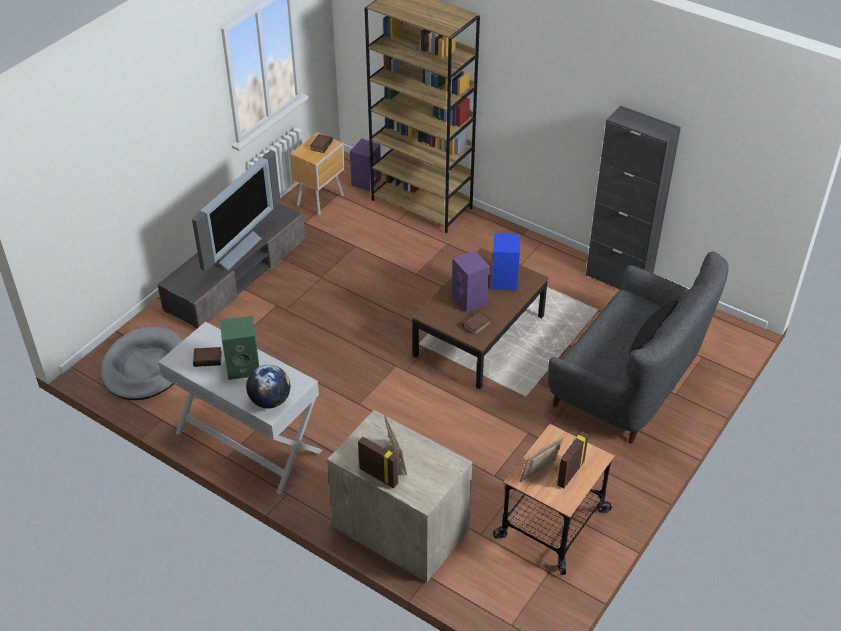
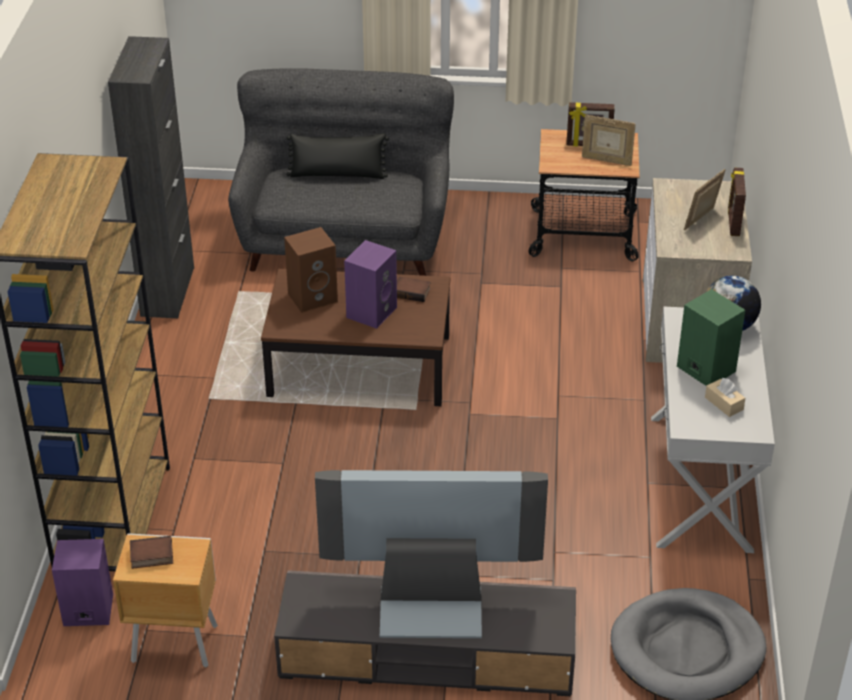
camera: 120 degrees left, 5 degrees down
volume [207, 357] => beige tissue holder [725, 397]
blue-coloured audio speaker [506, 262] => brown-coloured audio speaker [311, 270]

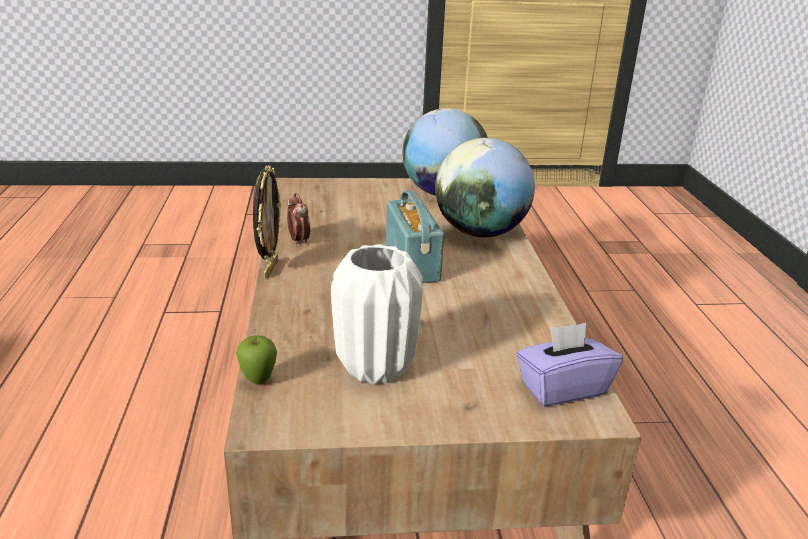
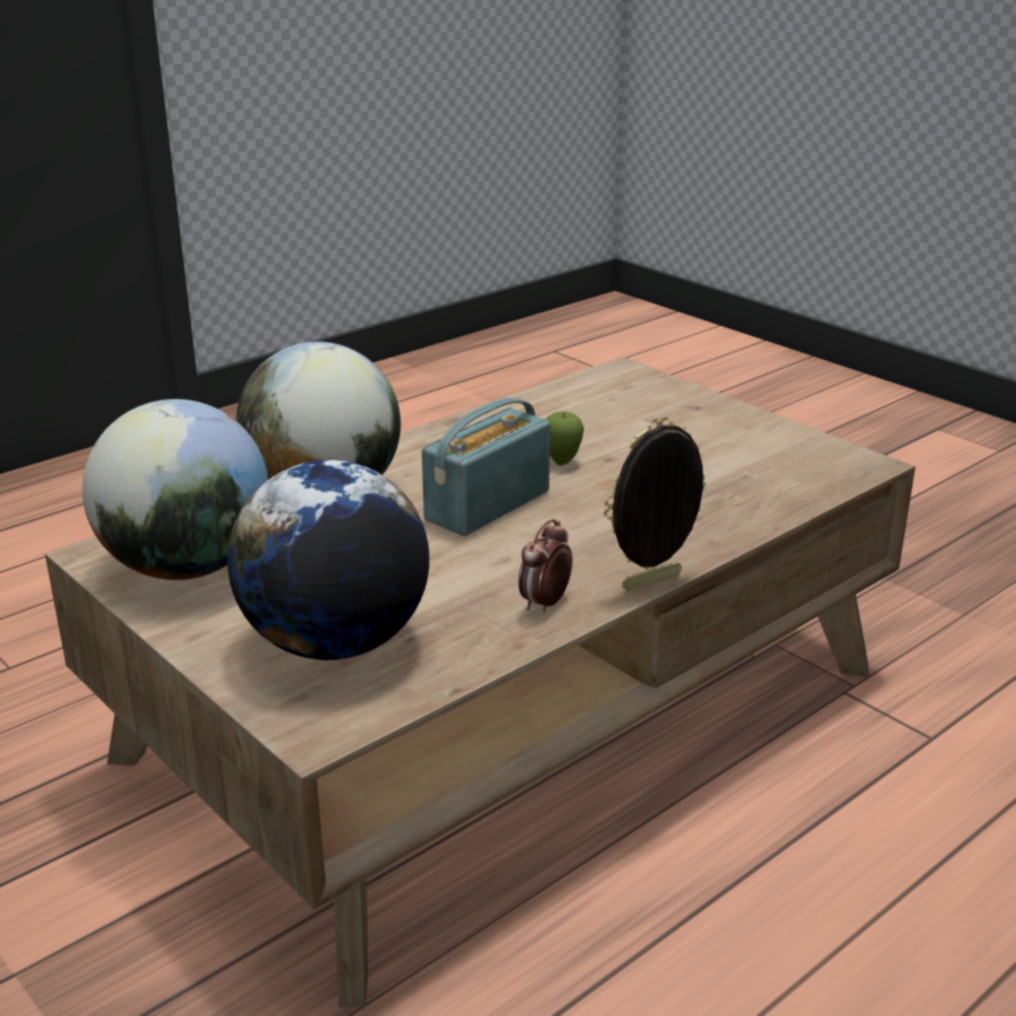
camera: 125 degrees left, 0 degrees up
apple [256, 360] => apple [565, 438], move
white decorative vase [377, 314] => nothing
purple-coloured tissue holder [569, 364] => nothing
nothing => desk globe [328, 560]

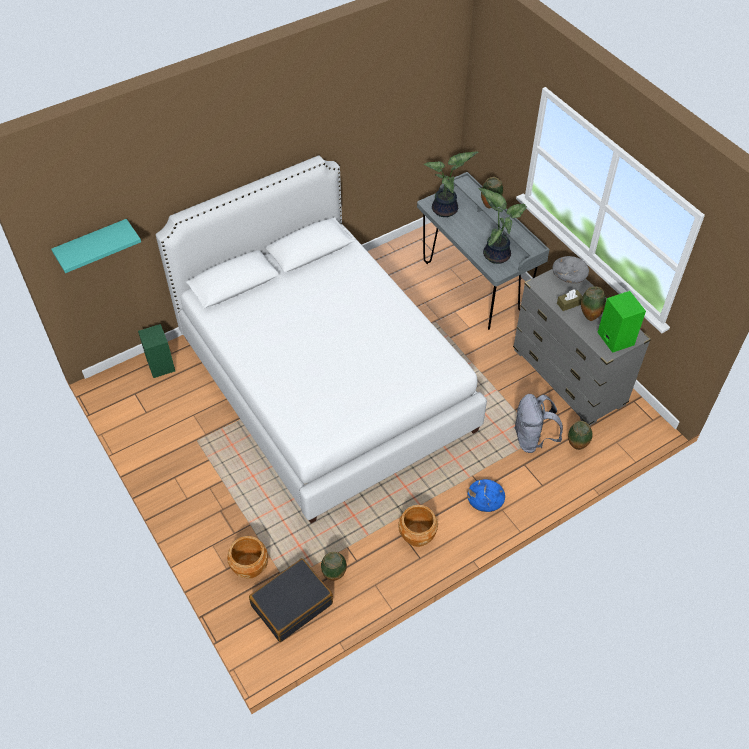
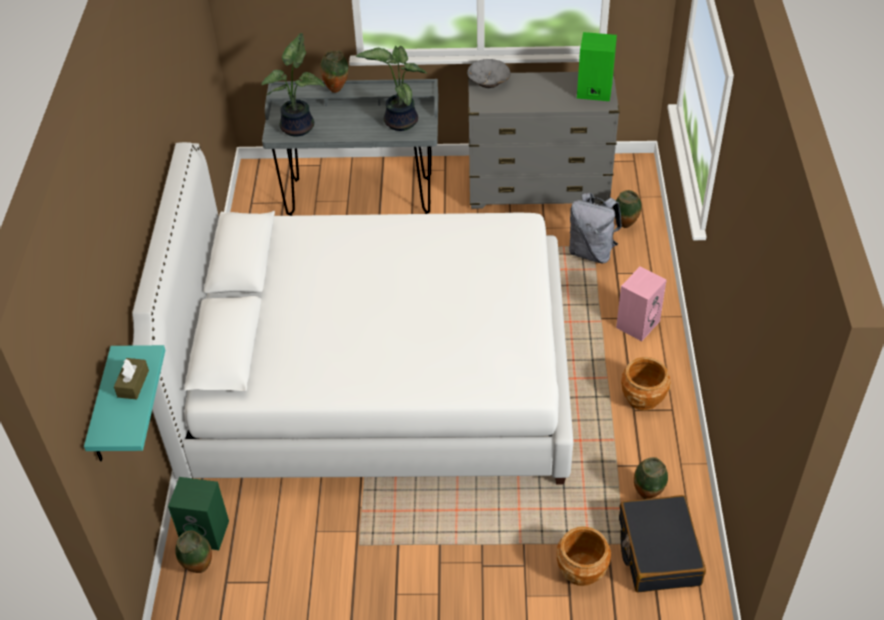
camera: 55 degrees left, 5 degrees down
blue-coloured deep dish [486, 495] => pinkish audio speaker [641, 303]
brown-coloured tissue holder [569, 300] => brown-coloured tissue holder [131, 379], move
decorative vase [593, 303] => decorative vase [193, 551], move

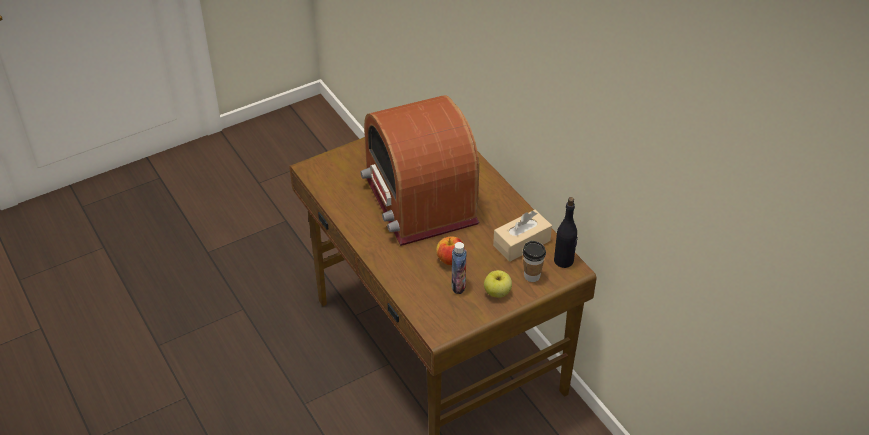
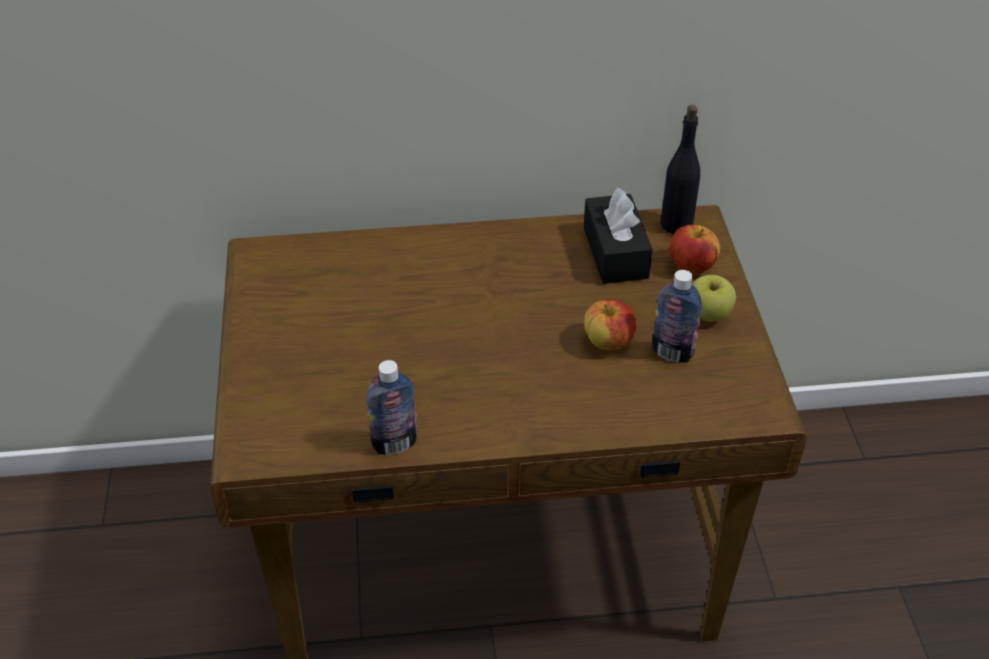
camera: 65 degrees left, 0 degrees up
radio [419, 170] => nothing
beige tissue holder [522, 236] => blackish tissue holder [618, 236]
cup [534, 261] => apple [694, 249]
nothing => bottle [392, 407]

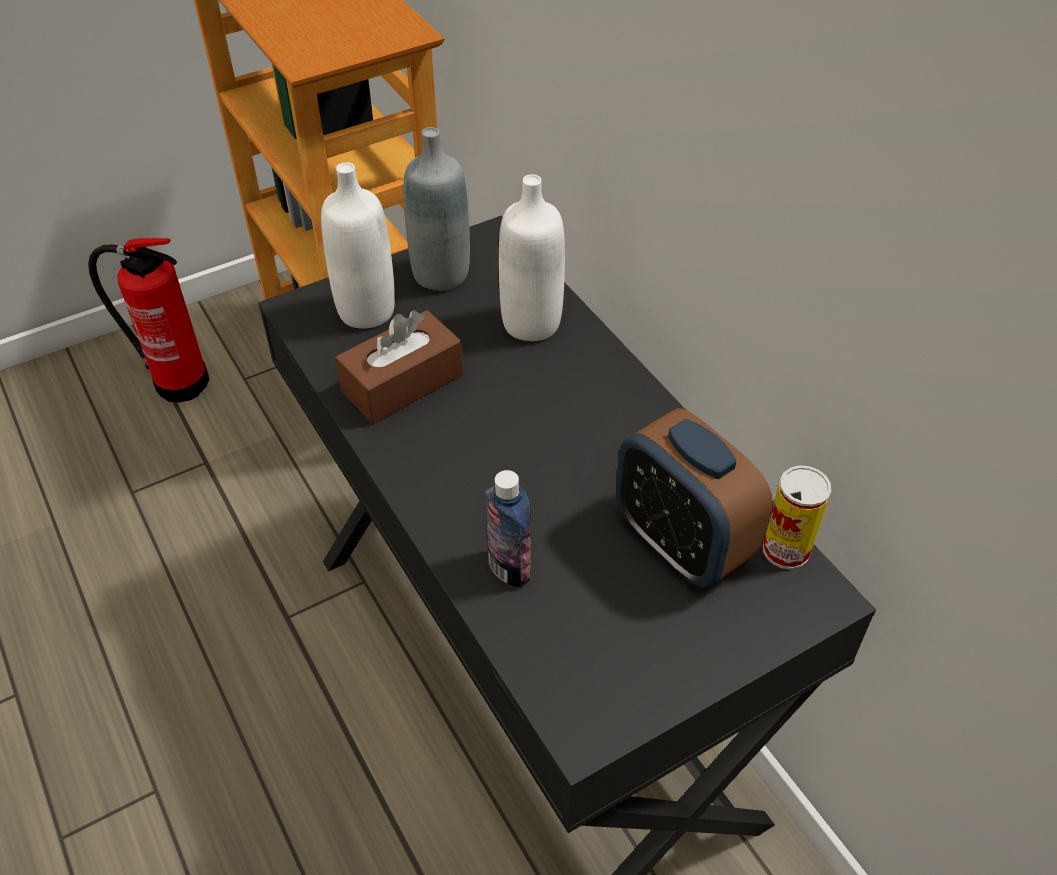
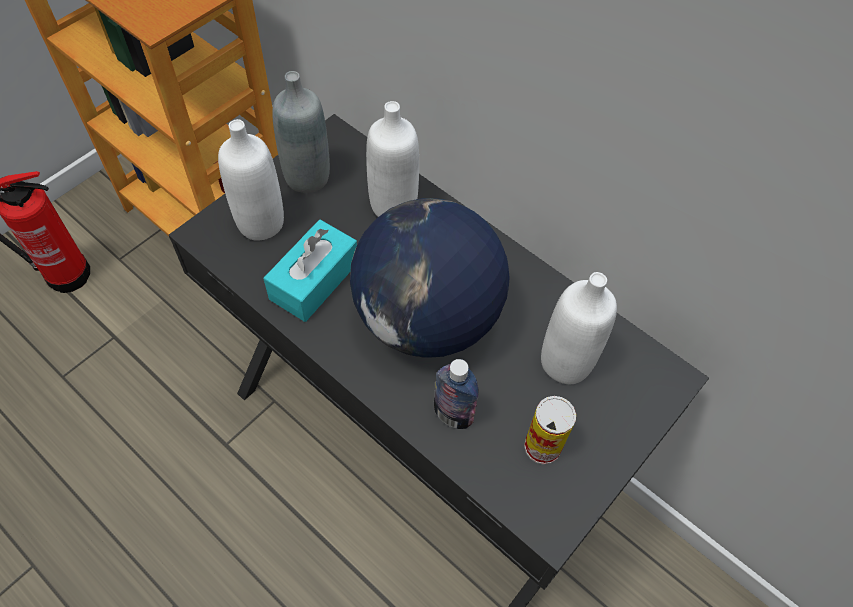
camera: 20 degrees left, 10 degrees up
brown-coloured tissue holder [399, 367] => turquoise tissue holder [310, 270]
table clock [694, 498] => white bottle [579, 328]
sealed can [797, 517] => sealed can [550, 430], move
nothing => desk globe [429, 278]

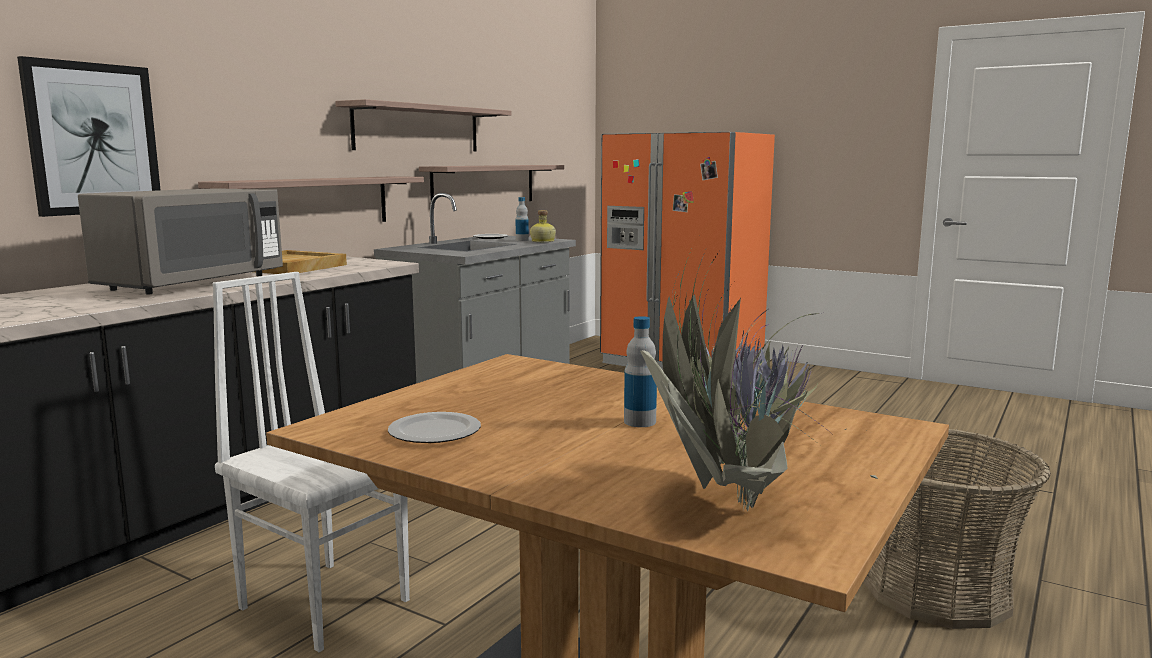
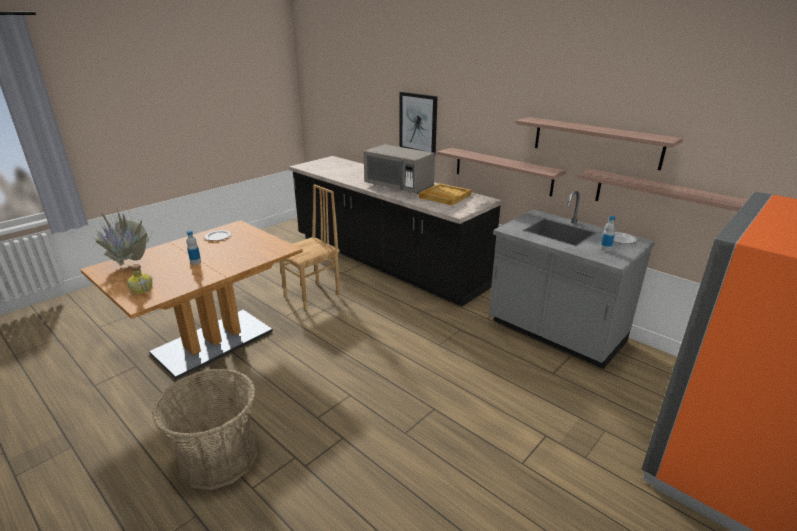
camera: 100 degrees right, 15 degrees up
white plain chair [311, 462] => brown-coloured plain chair [309, 247]
bottle [543, 226] => bottle [139, 279], move

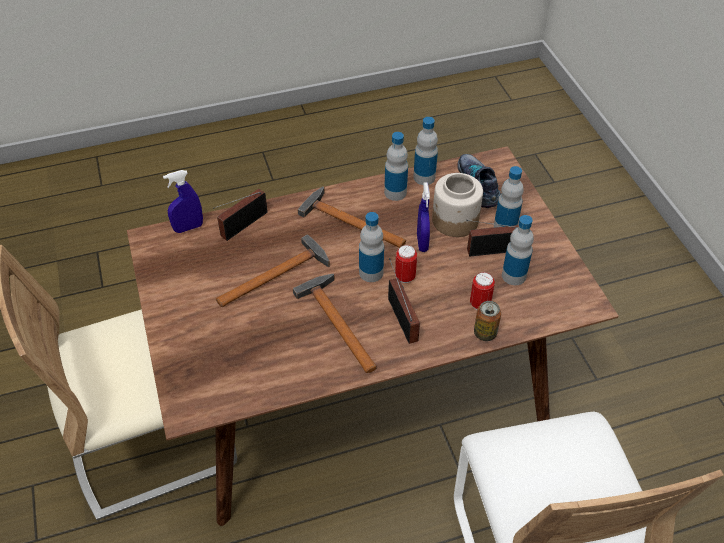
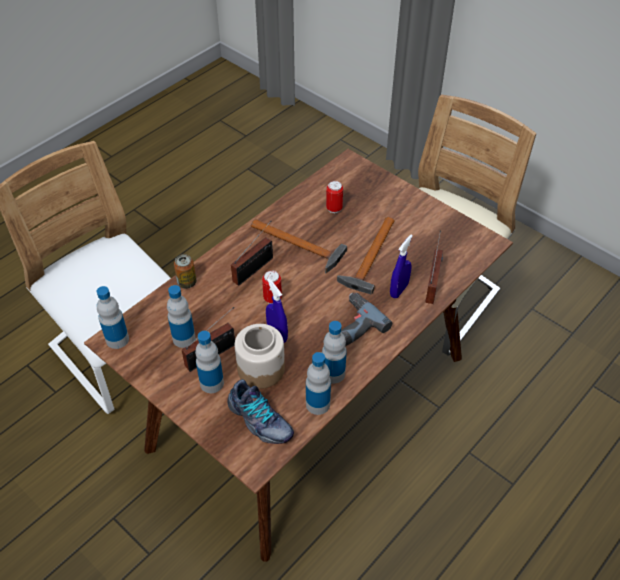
camera: 150 degrees right, 0 degrees up
blue-coloured hand sprayer [183, 201] => blue-coloured hand sprayer [401, 266], move
hand hammer [351, 217] => electric drill [366, 319]
bottle [371, 247] => bottle [113, 317], move
radio [404, 301] => radio [252, 253], 90 degrees counterclockwise
sealed can [482, 291] => sealed can [334, 197], move

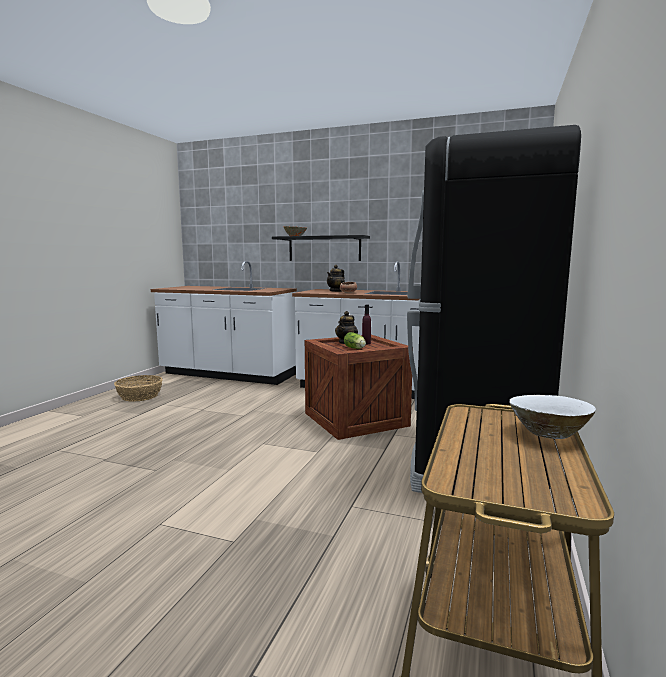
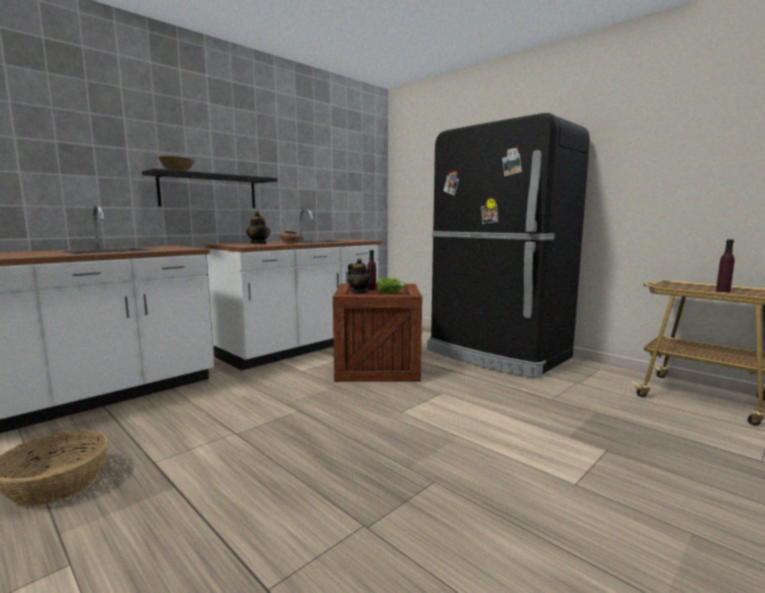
camera: 65 degrees left, 0 degrees up
white deep dish [552, 417] => nothing
nothing => purple-coloured bottle [725, 265]

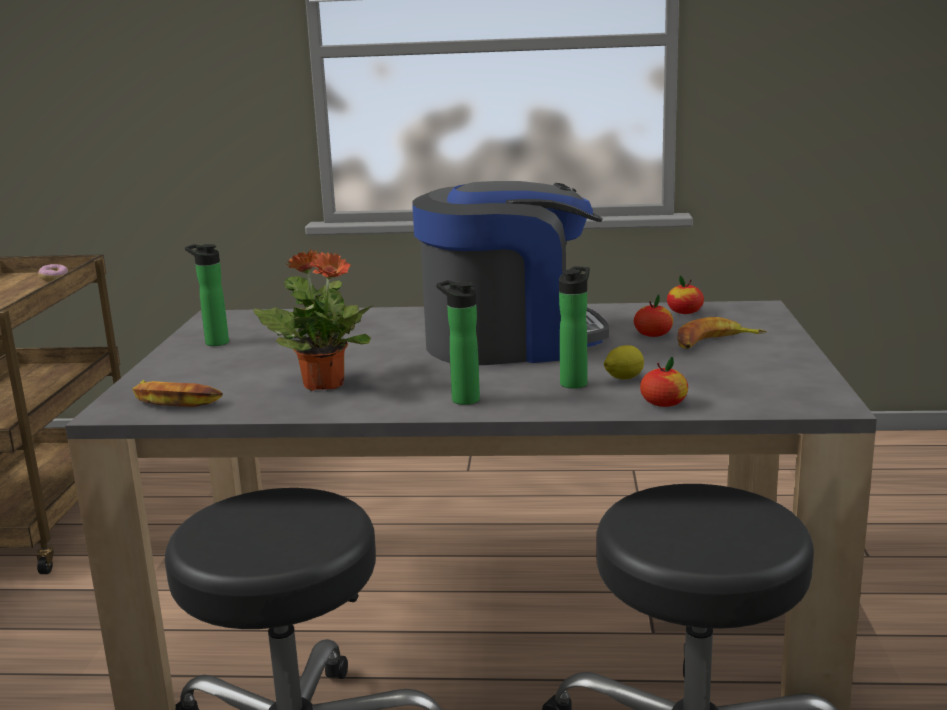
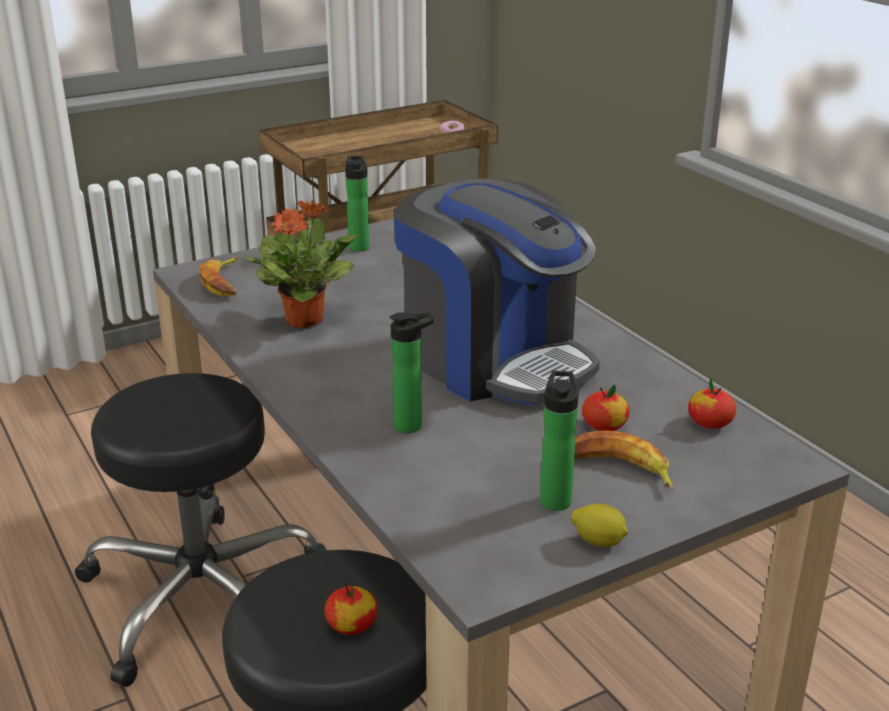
camera: 55 degrees right, 10 degrees up
bottle [458, 342] => bottle [559, 441], move
citrus fruit [624, 362] => citrus fruit [599, 525], move
apple [664, 382] => apple [351, 609], move

